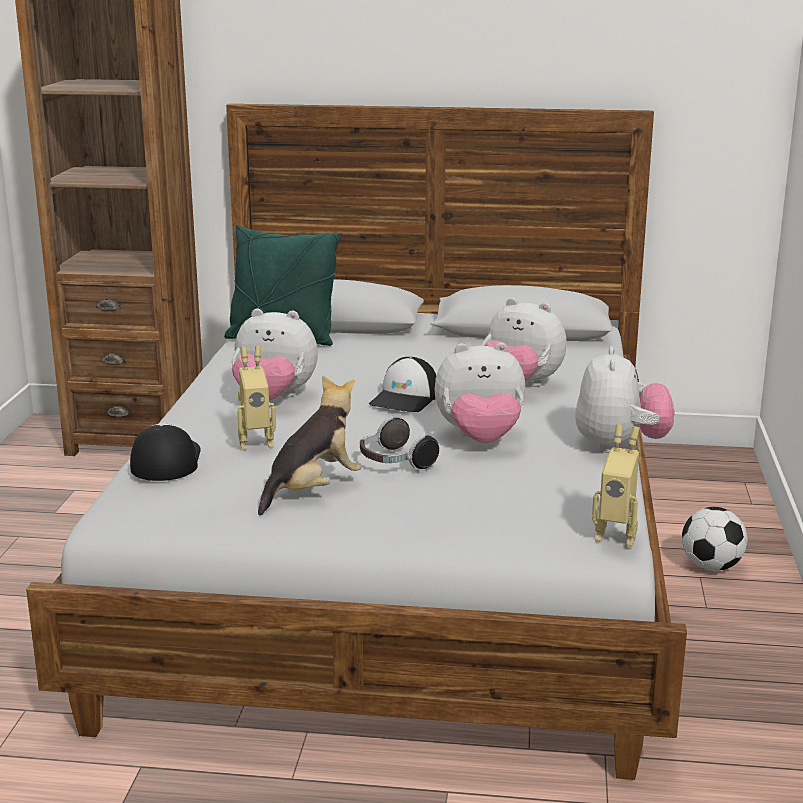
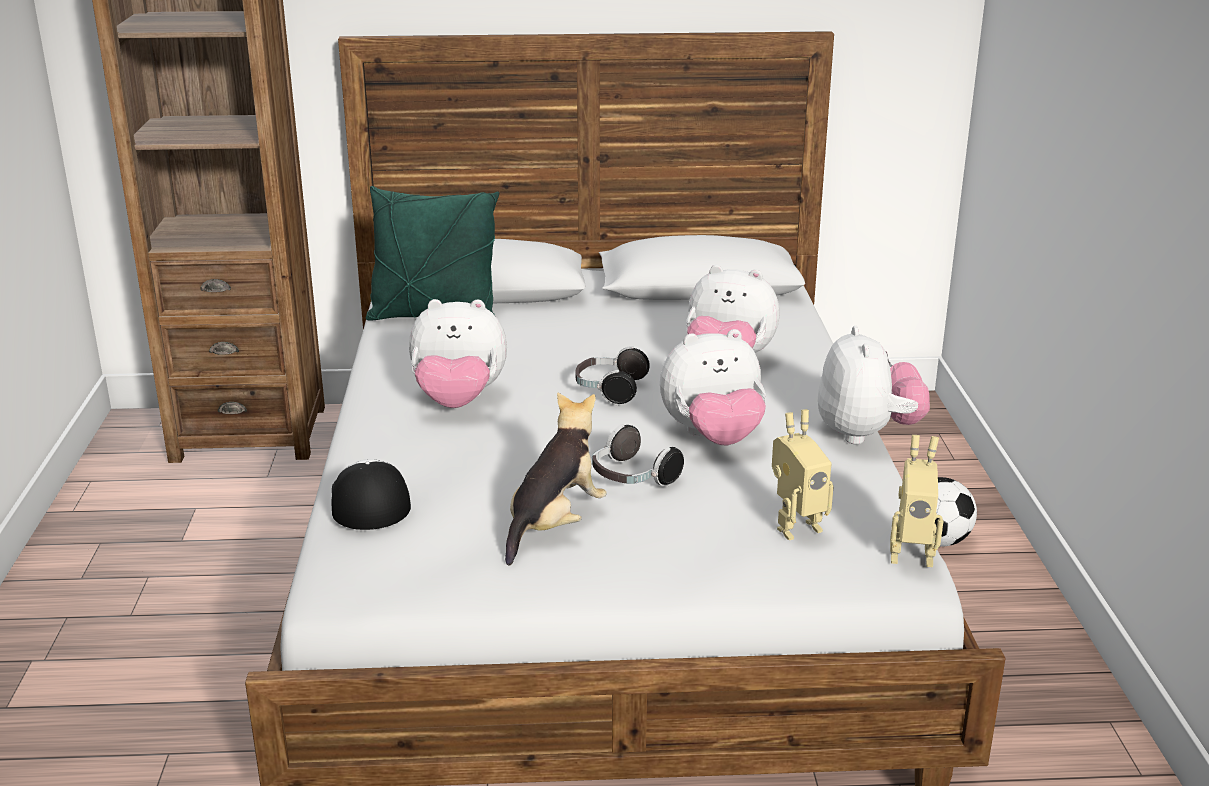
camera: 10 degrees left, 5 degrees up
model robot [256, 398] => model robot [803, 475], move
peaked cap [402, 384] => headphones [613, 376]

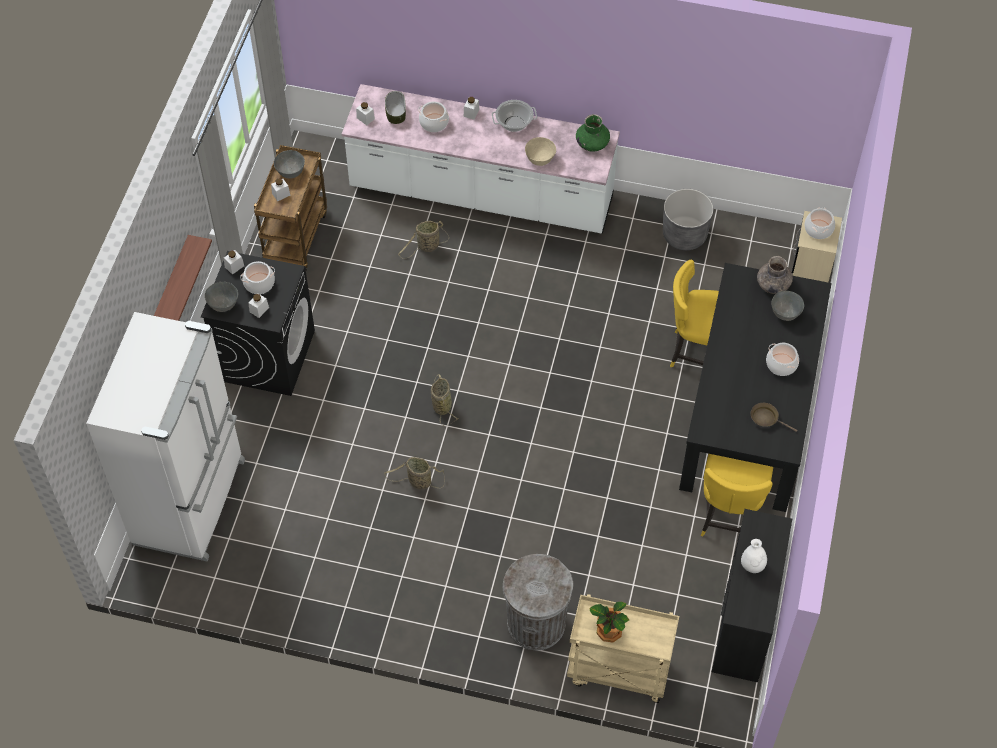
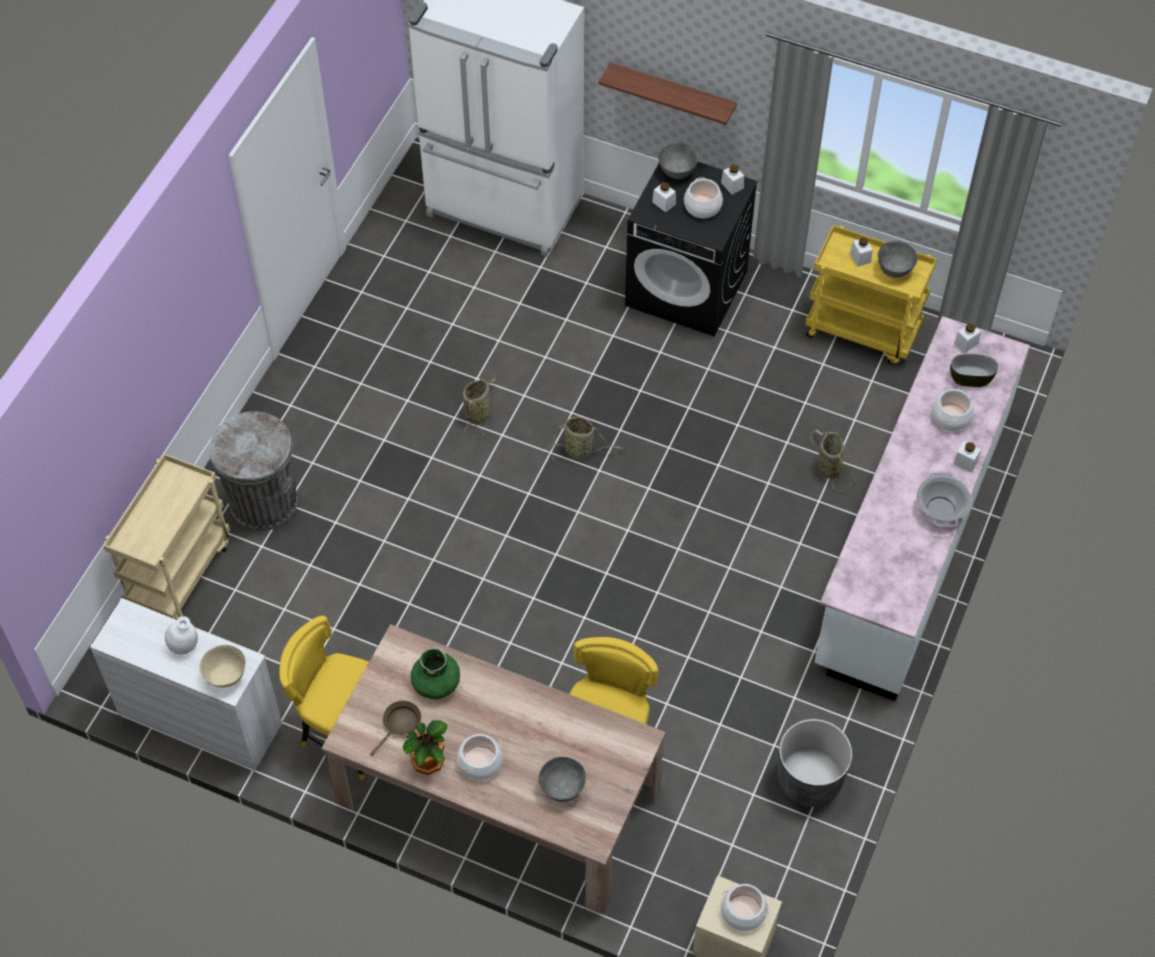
camera: 100 degrees right, 0 degrees up
brown-coloured wheeled cart [290, 207] => yellow wheeled cart [871, 295]
beige deep dish [540, 151] => beige deep dish [222, 666], move
greenish decorative vase [593, 133] => greenish decorative vase [435, 673], move
houseplant [609, 622] => houseplant [425, 747], move
blackish kitchen table [755, 387] => beige kitchen table [493, 769]
blackish dresser [752, 595] => white dresser [186, 684]
greyish decorative vase [775, 275] => nothing

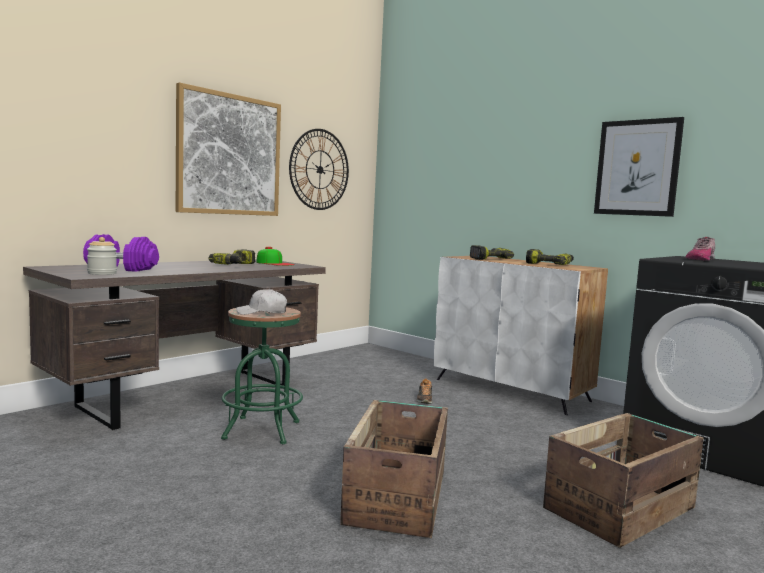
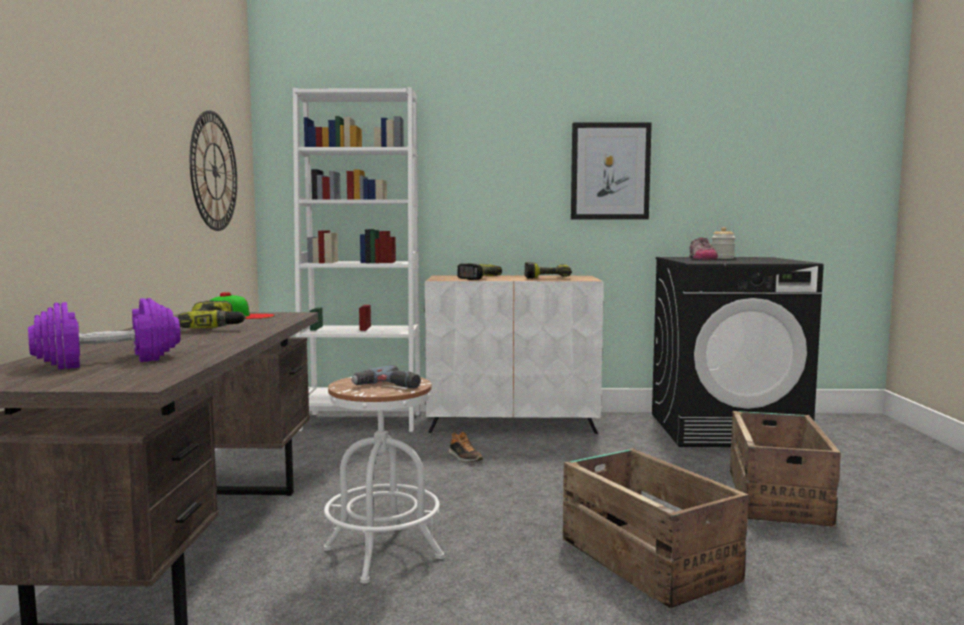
camera: 40 degrees left, 0 degrees up
jar [102, 256] => jar [723, 243], move
wall art [228, 149] => nothing
greenish sitting stool [262, 375] => white sitting stool [384, 480]
white peaked cap [261, 301] => electric drill [386, 377]
nothing => white bookshelf [356, 259]

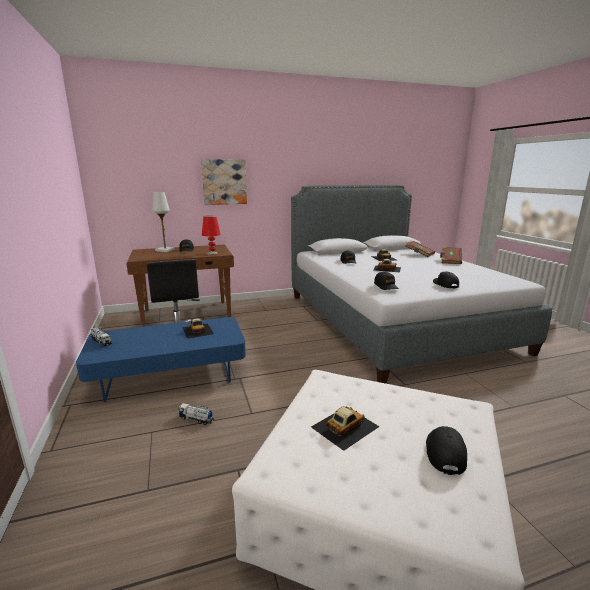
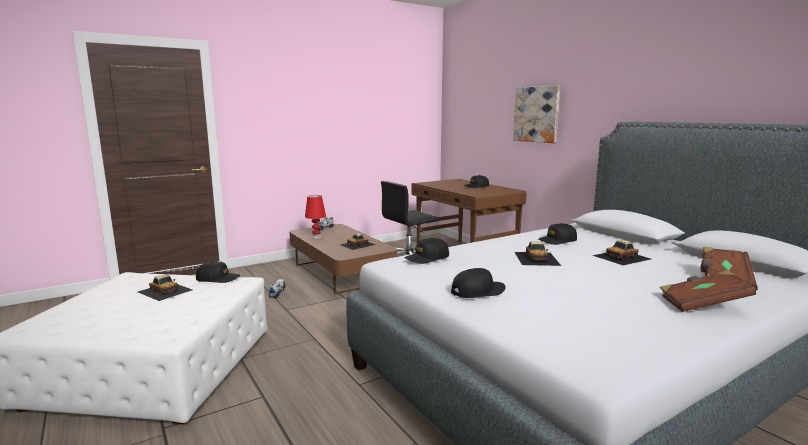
camera: 75 degrees right, 5 degrees down
blue-coloured lounge table [161, 360] => brown-coloured lounge table [344, 259]
white lamp for a table [163, 222] => nothing
reddish lamp for a table [211, 235] => reddish lamp for a table [315, 217], move
blackish peaked cap [446, 450] => blackish peaked cap [218, 272], move

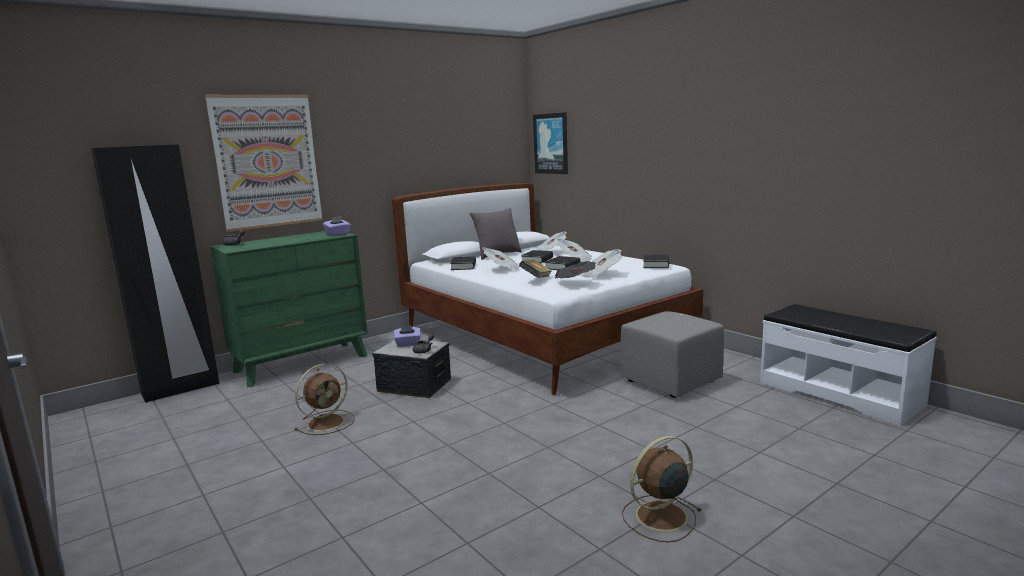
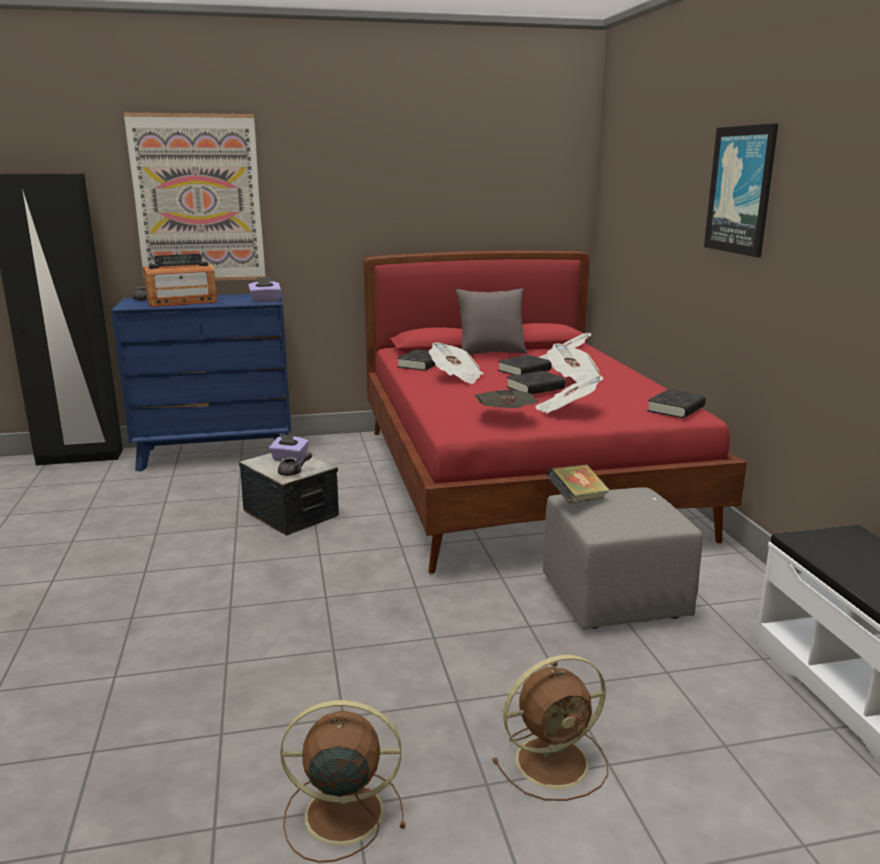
camera: 25 degrees right, 5 degrees up
greenish dresser [289, 309] => blue-coloured dresser [201, 382]
brown-coloured electric fan [325, 399] => brown-coloured electric fan [550, 728], move
white sleeping bed [547, 289] => reddish sleeping bed [555, 412]
volume [535, 269] => volume [578, 483], move
wall art [550, 143] => wall art [741, 190], move
nothing => radio [180, 280]

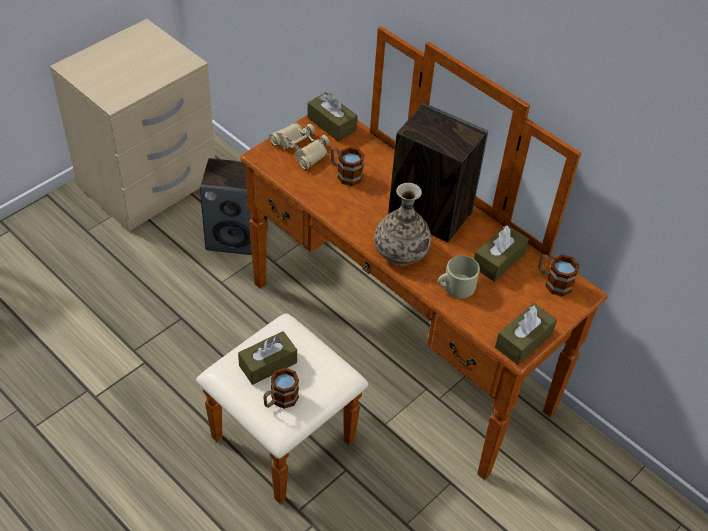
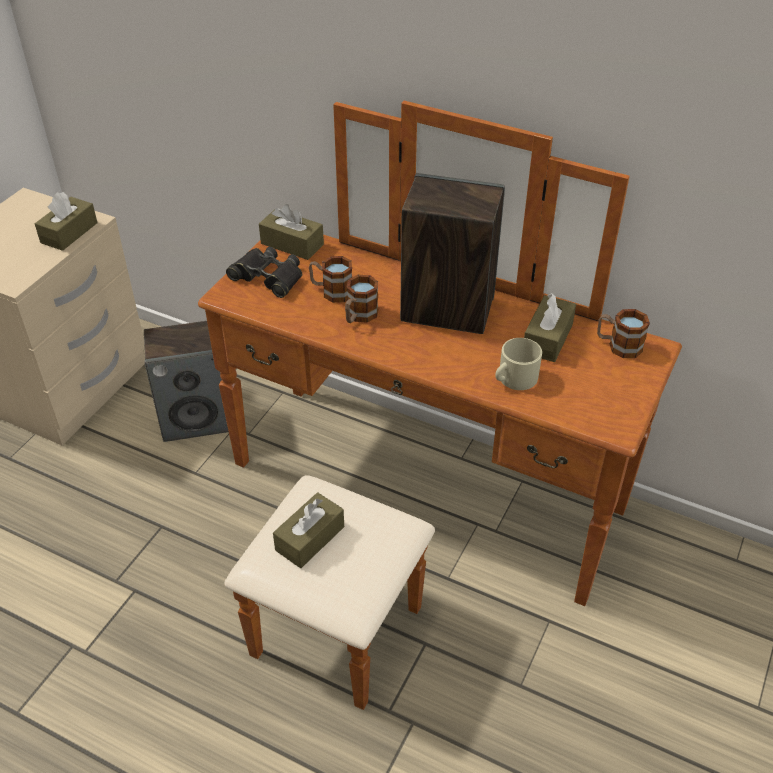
camera: 15 degrees left, 5 degrees down
tea mug [281, 388] => tea mug [362, 299], move
beige pair of binoculars [299, 146] => blackish pair of binoculars [264, 272]
decorative vase [402, 224] => nothing
brown-coloured tissue holder [526, 334] => brown-coloured tissue holder [66, 221], move

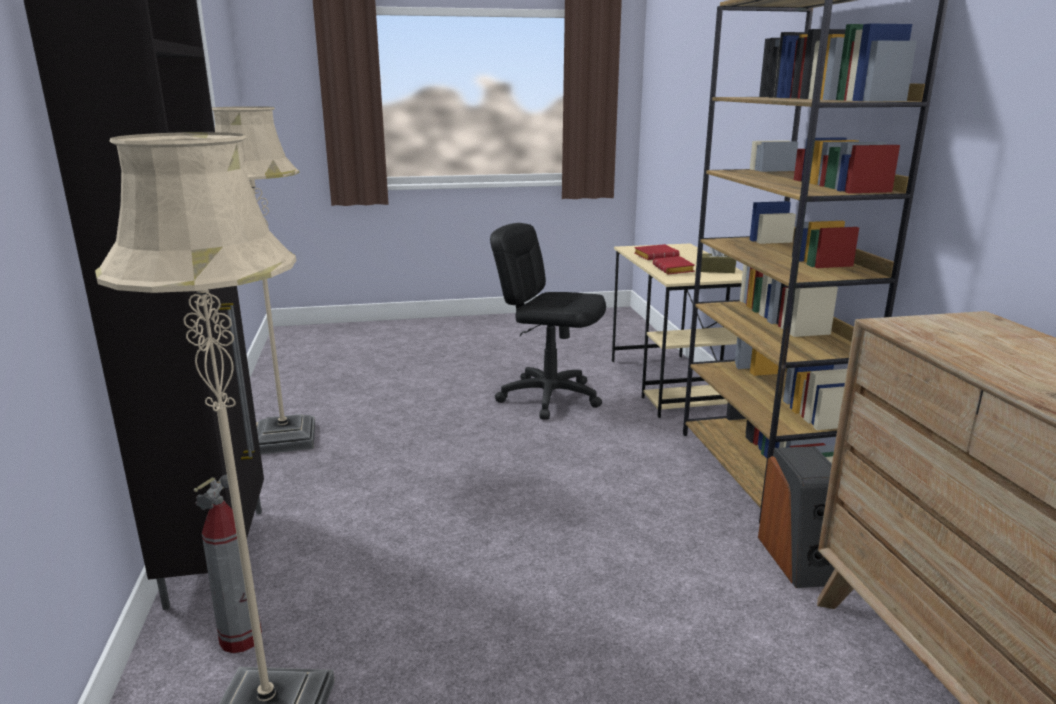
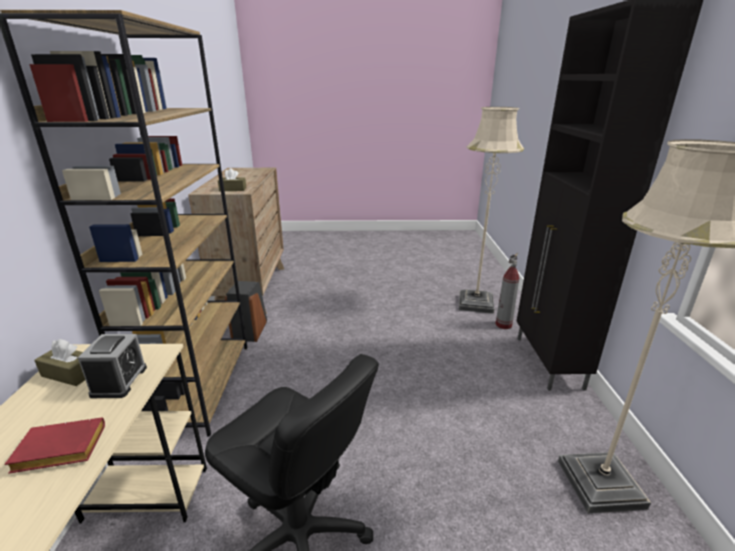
camera: 170 degrees left, 5 degrees up
reddish volume [674, 265] => table clock [112, 366]
nothing => brown-coloured tissue holder [232, 179]

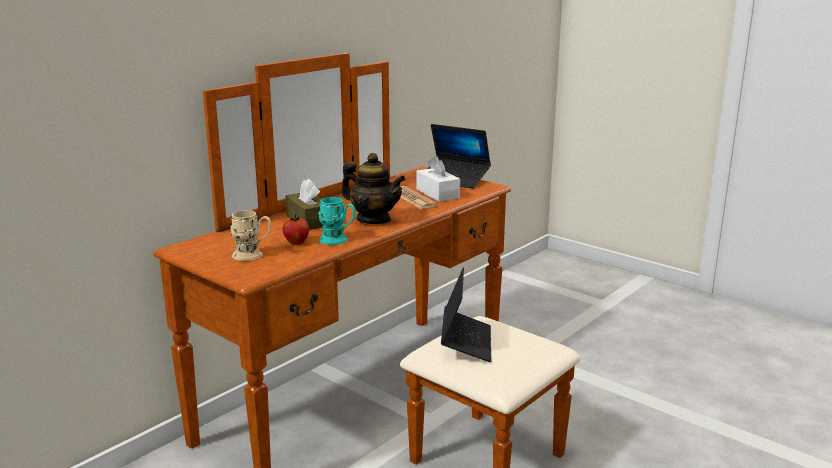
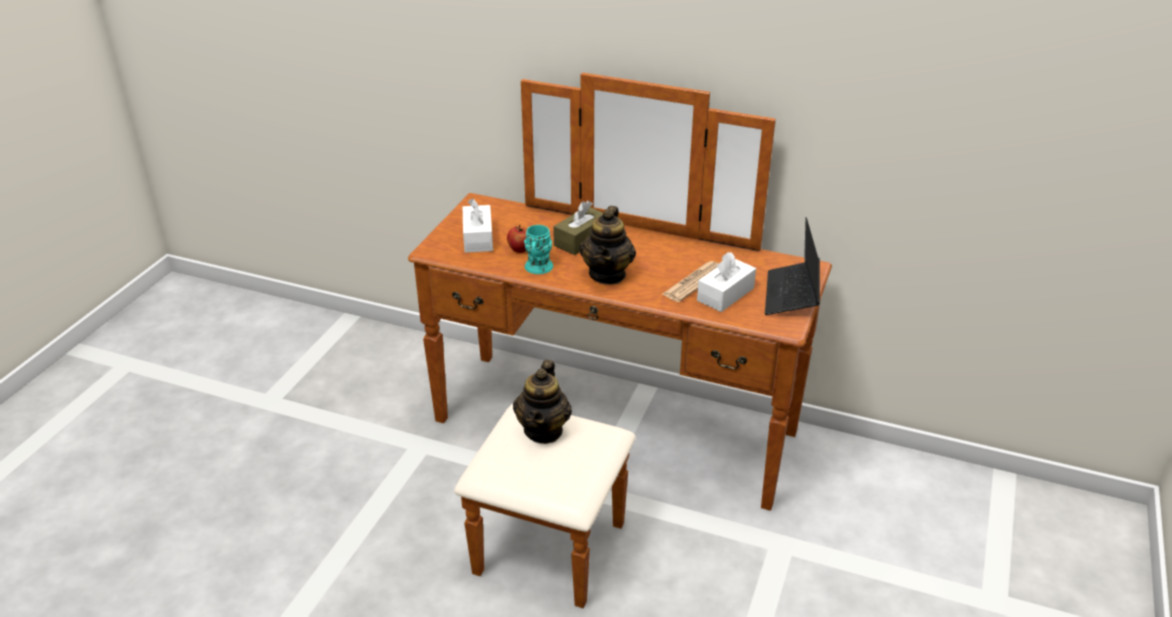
camera: 70 degrees right, 15 degrees up
beige tea mug [250, 235] => white tissue holder [478, 225]
laptop [466, 314] => teapot [542, 402]

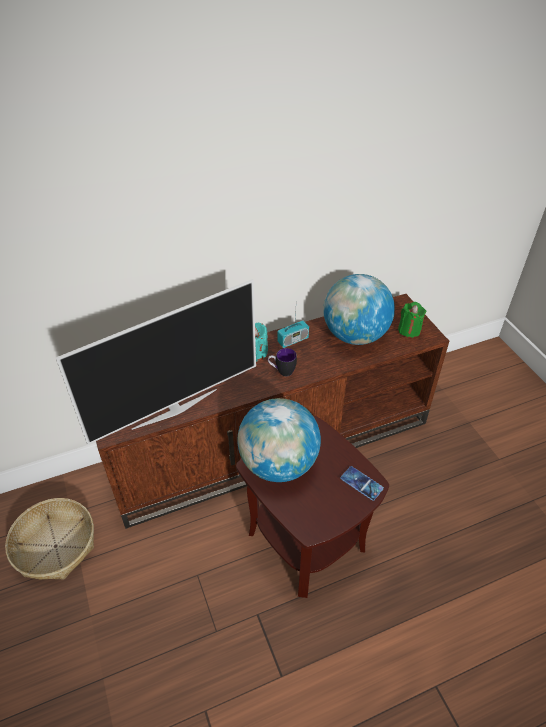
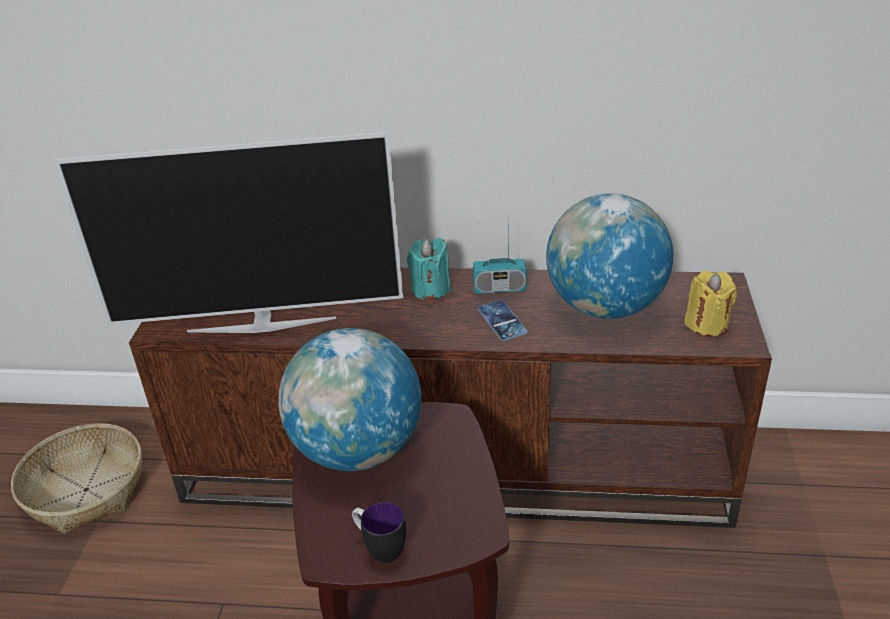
camera: 30 degrees right, 10 degrees down
tea mug [282, 362] => tea mug [379, 532], move
phone [362, 483] => phone [502, 320], move
greenish candle [412, 320] => yellow candle [710, 303]

